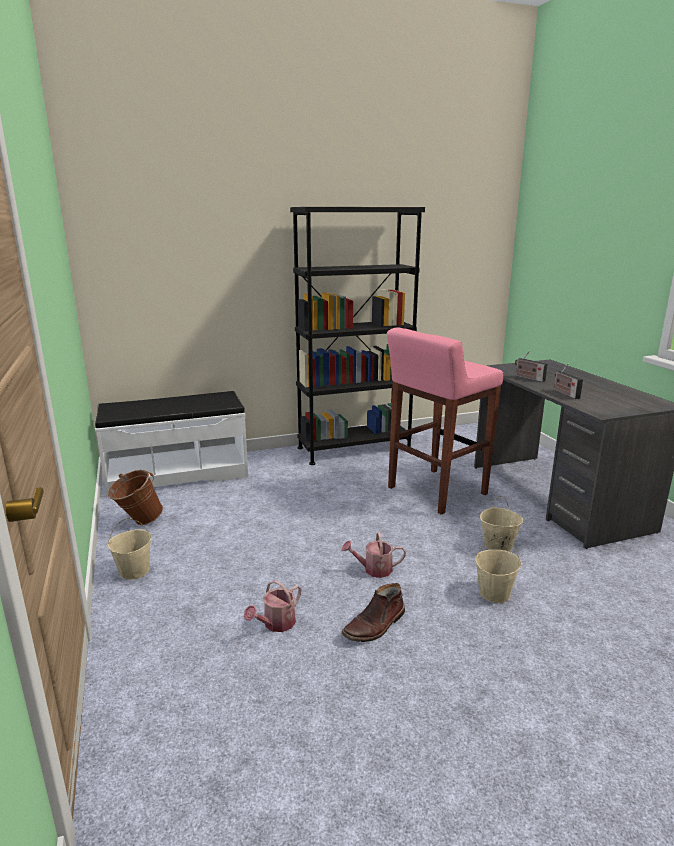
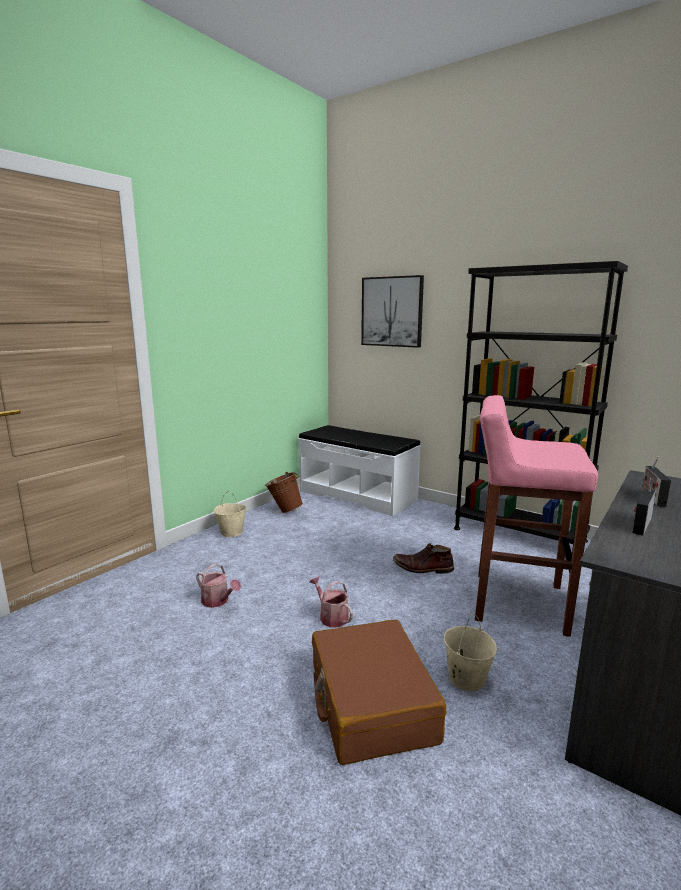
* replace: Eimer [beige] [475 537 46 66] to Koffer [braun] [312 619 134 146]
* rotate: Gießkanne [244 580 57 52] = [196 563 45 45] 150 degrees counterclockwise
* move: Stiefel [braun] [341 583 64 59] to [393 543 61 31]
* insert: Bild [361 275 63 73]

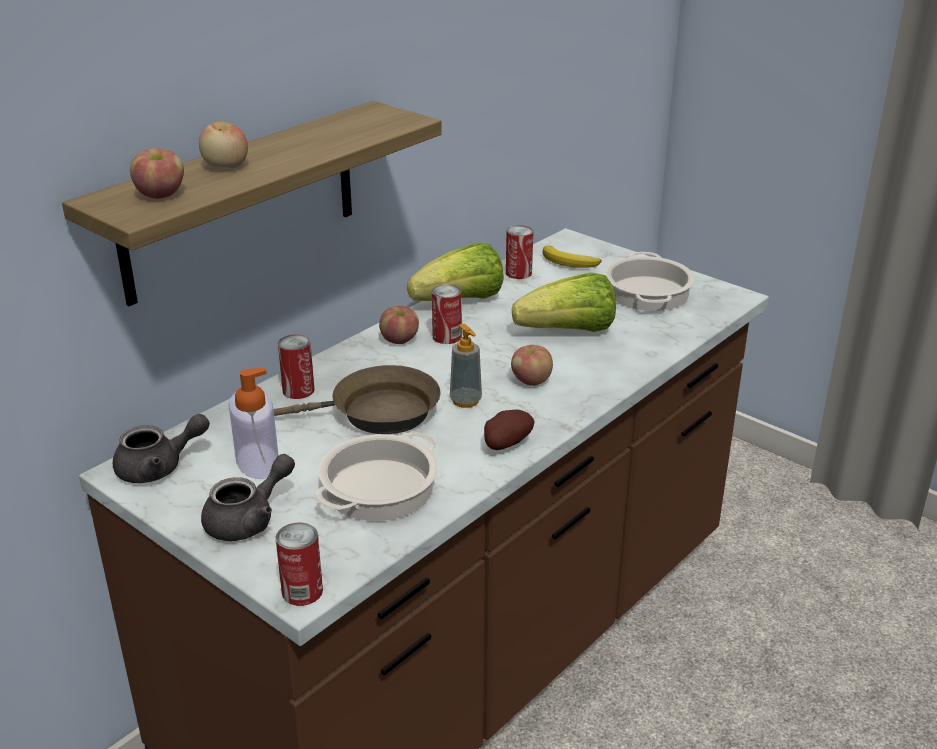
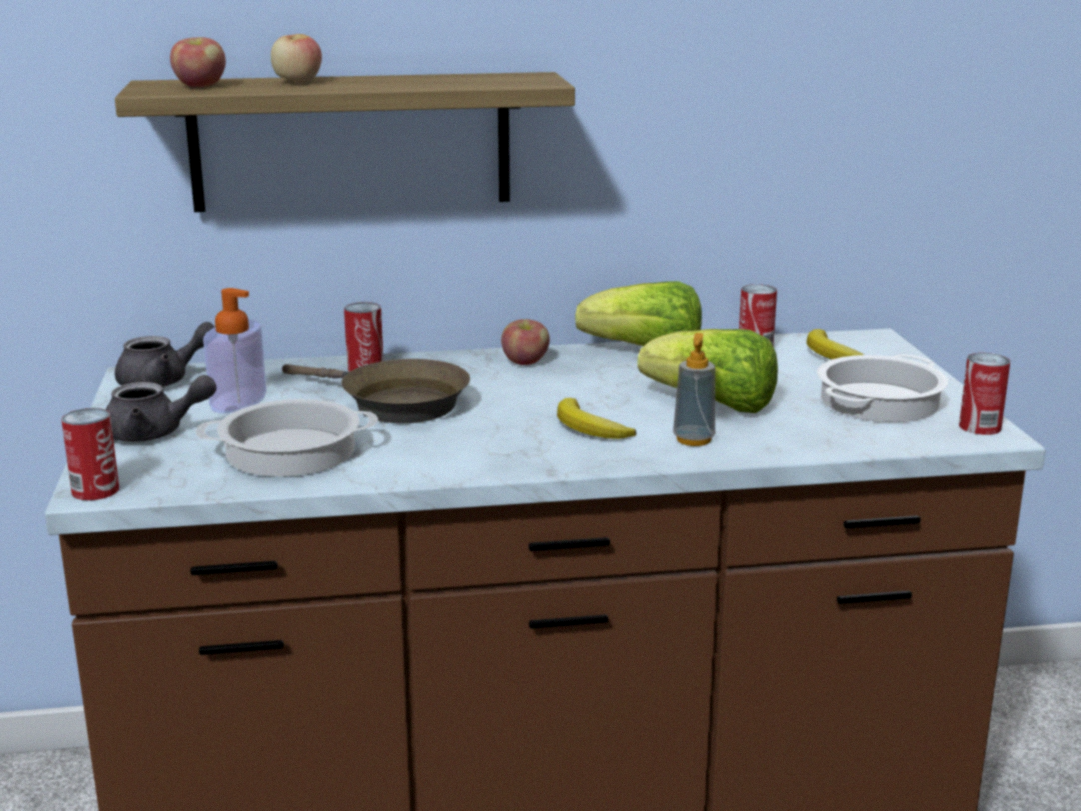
* move: Dose [432 284 30 60] to [959 353 51 82]
* move: Seifenspender [450 324 32 84] to [673 333 42 113]
* replace: Apfel [511 345 42 41] to Banane [557 398 79 41]
* delete: Kartoffel [484 410 50 40]
* rotate: Teekanne [grau] [113 414 97 69] = [115 322 100 65] 45 degrees counterclockwise

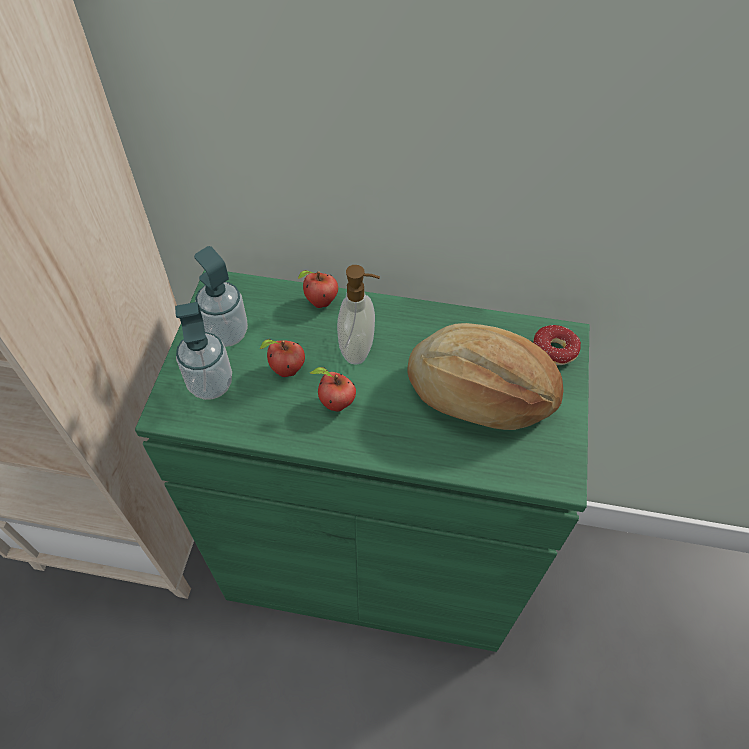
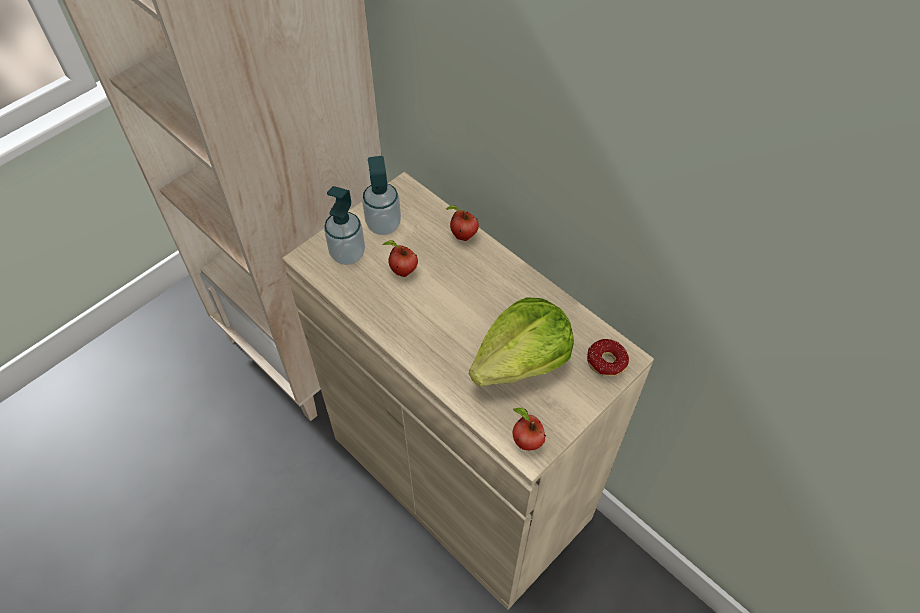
* delete: Seifenspender [337 265 43 99]
* recolor: Schrank [grün] [135 270 454 382] to Schrank [beige] [282 172 372 438]
* replace: Brot [408 323 155 107] to Salatkopf [469 297 105 90]
* move: Apfel [310 367 46 45] to [513 408 33 42]

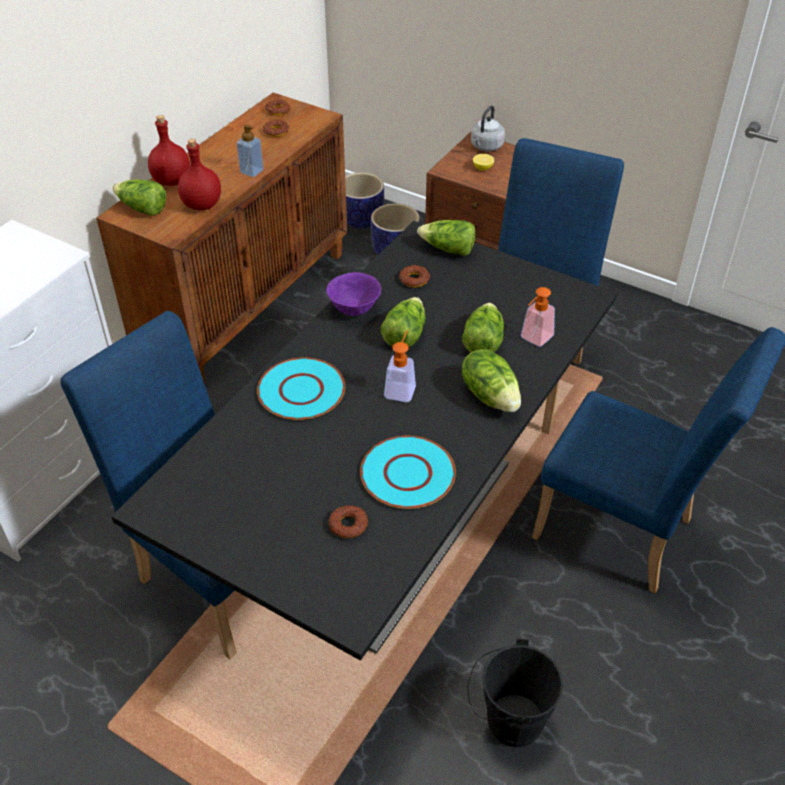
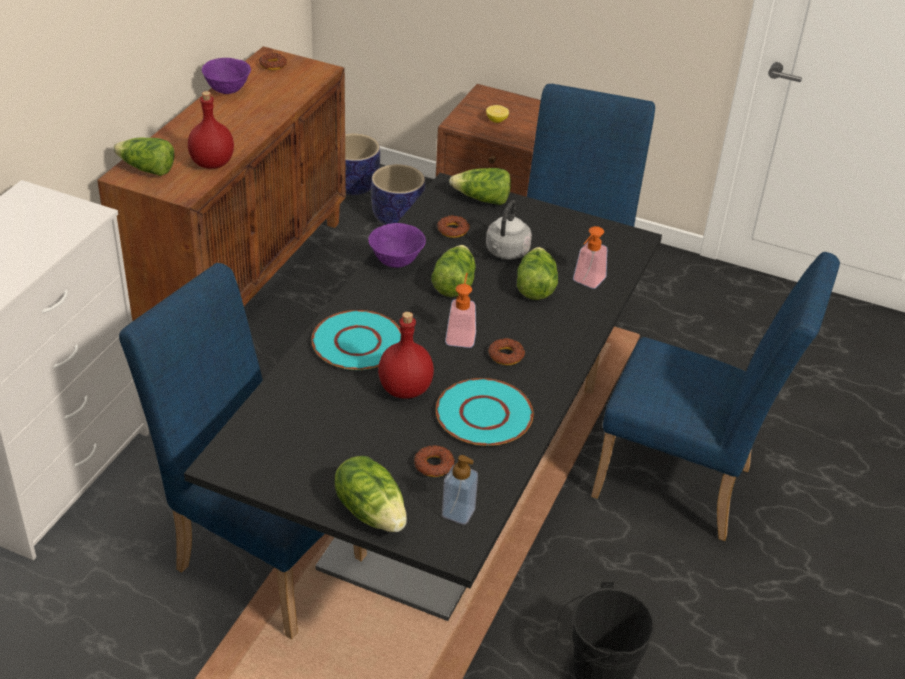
* move: Wasserkessel [grau] [471 105 34 46] to [486 200 46 60]
* move: Flasche [rot] [148 115 42 71] to [378 312 56 87]
* move: Donut [263 120 26 17] to [488 338 37 27]
* move: Seifenspender [236 124 28 53] to [442 455 36 70]
* move: Salatkopf [462 349 59 63] to [335 456 72 76]
* insert: Schüssel [lila] [202 58 49 36]

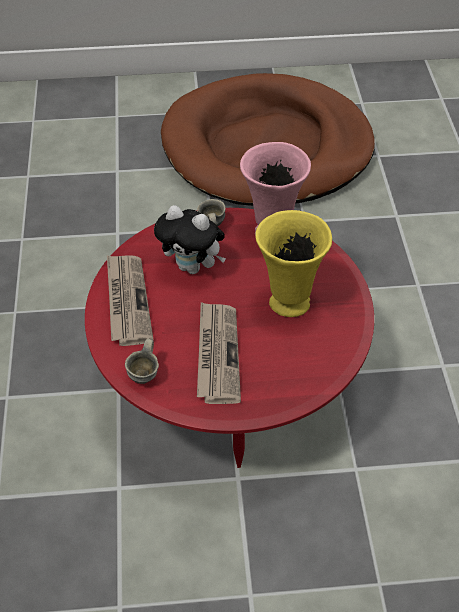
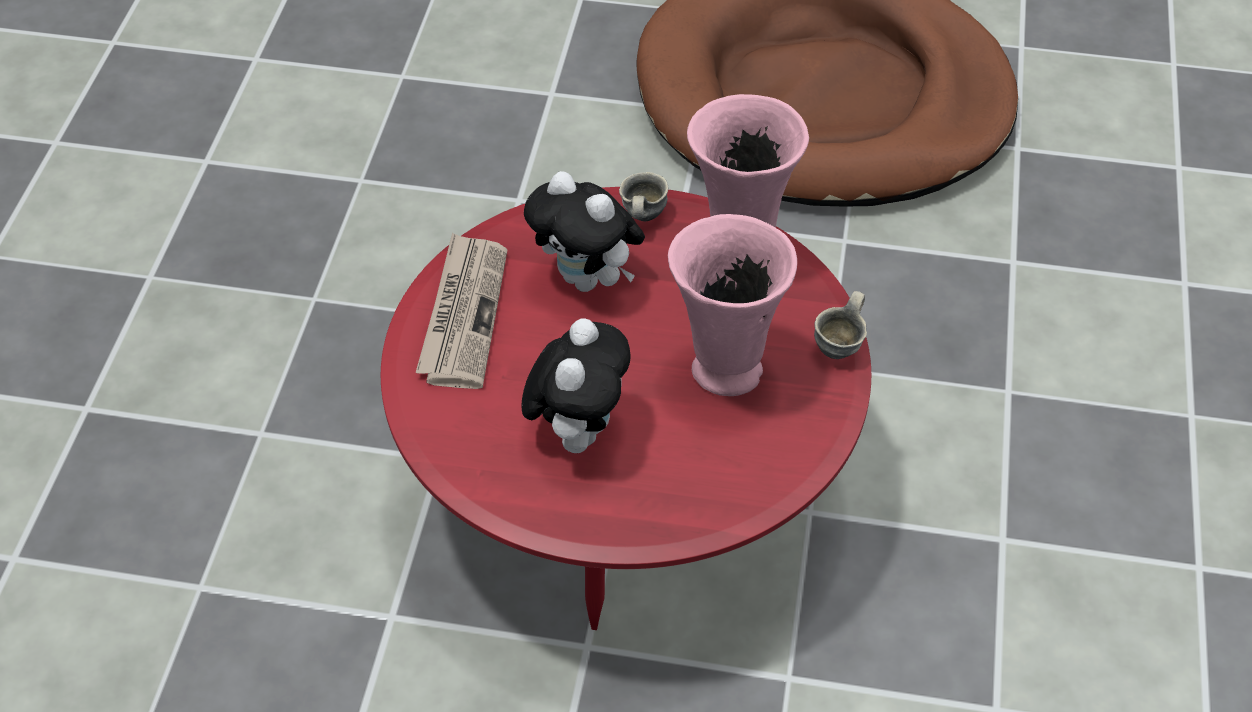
* recolor: Vase [gelb] [255 210 77 107] to Vase [rosa] [668 214 129 182]
* replace: Zeitung [197 302 44 102] to Plüschtier [522 318 108 135]
* move: Henkelbecher [grau] [125 339 34 45] to [814 291 53 68]

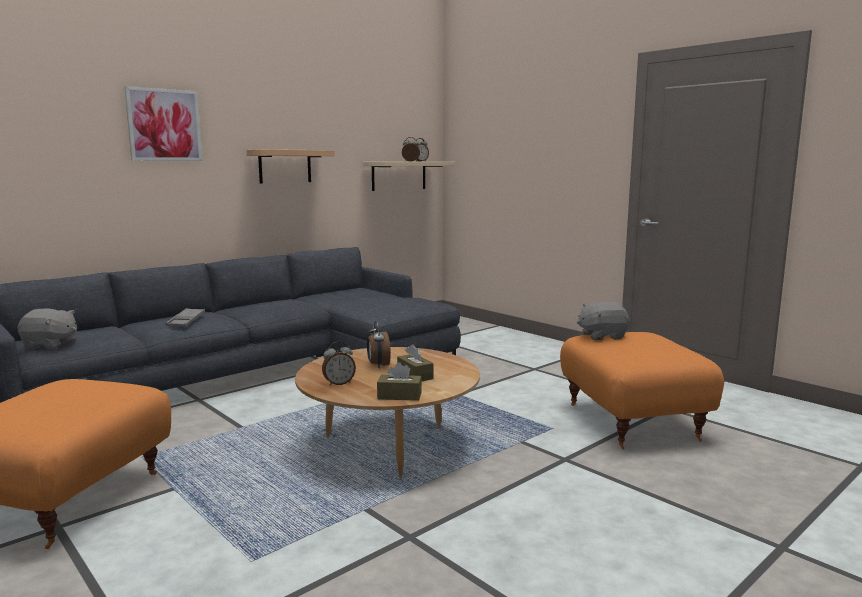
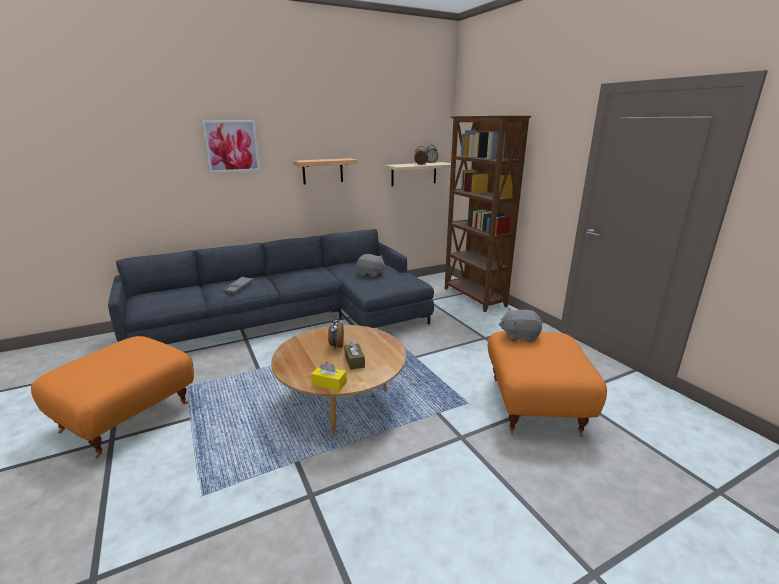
* move: Plüschtier [grau] [17 309 60 40] to [357 254 29 23]
* delete: Wecker [322 342 34 44]
* recolor: Taschentuchbox [braun] [377 362 45 39] to Taschentuchbox [gelb] [311 362 36 29]
* insert: Bücherregal [braun] [445 116 87 196]

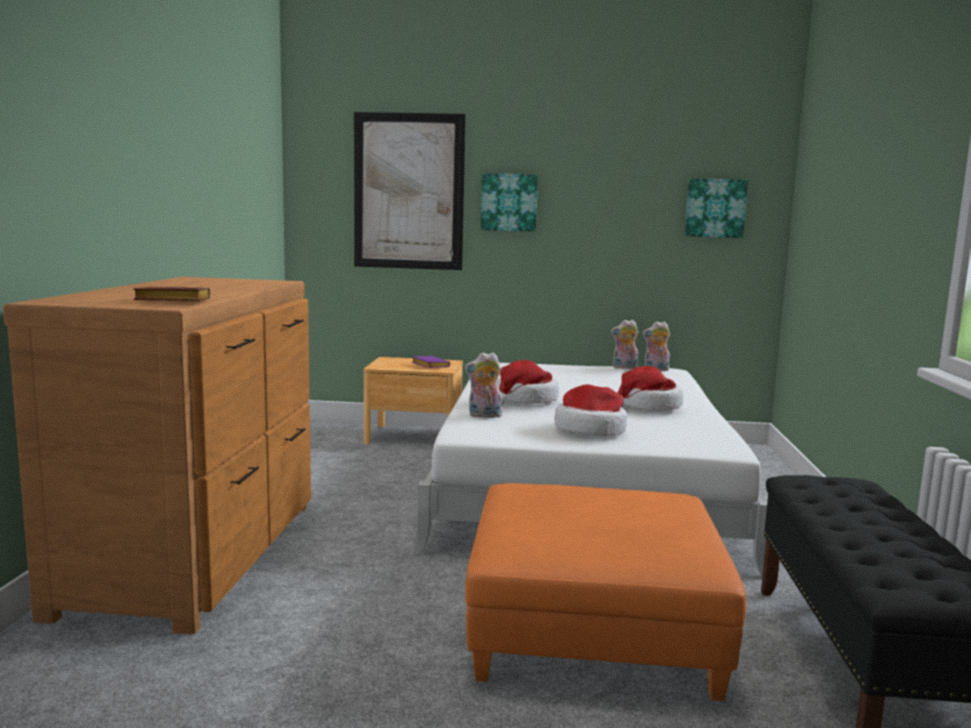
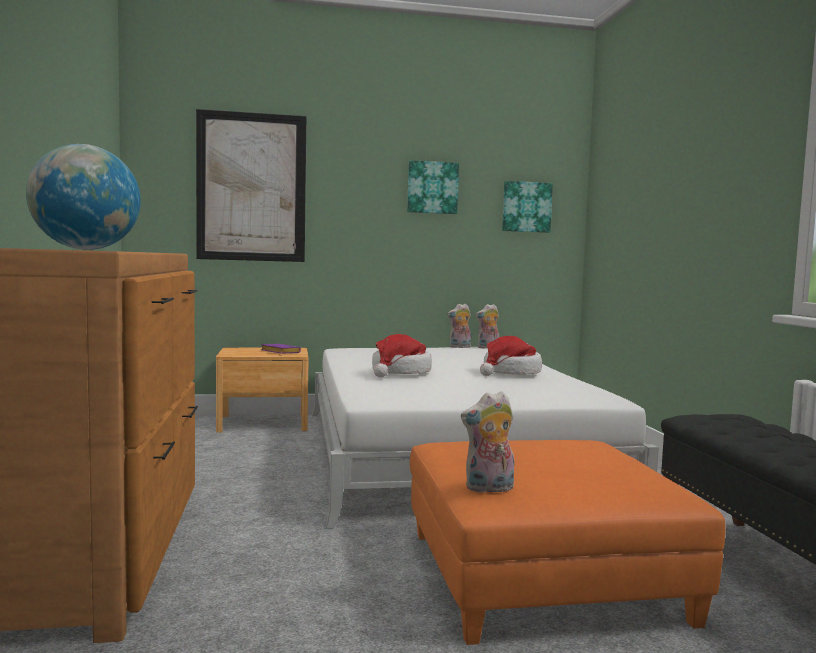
* move: Bild [481 173 57 59] to [407 160 52 54]
* replace: Buch [braun] [133 287 77 14] to Globus [26 144 115 106]
* move: Plüschtier [464 352 39 66] to [461 391 53 102]
* delete: Hut [555 384 72 52]

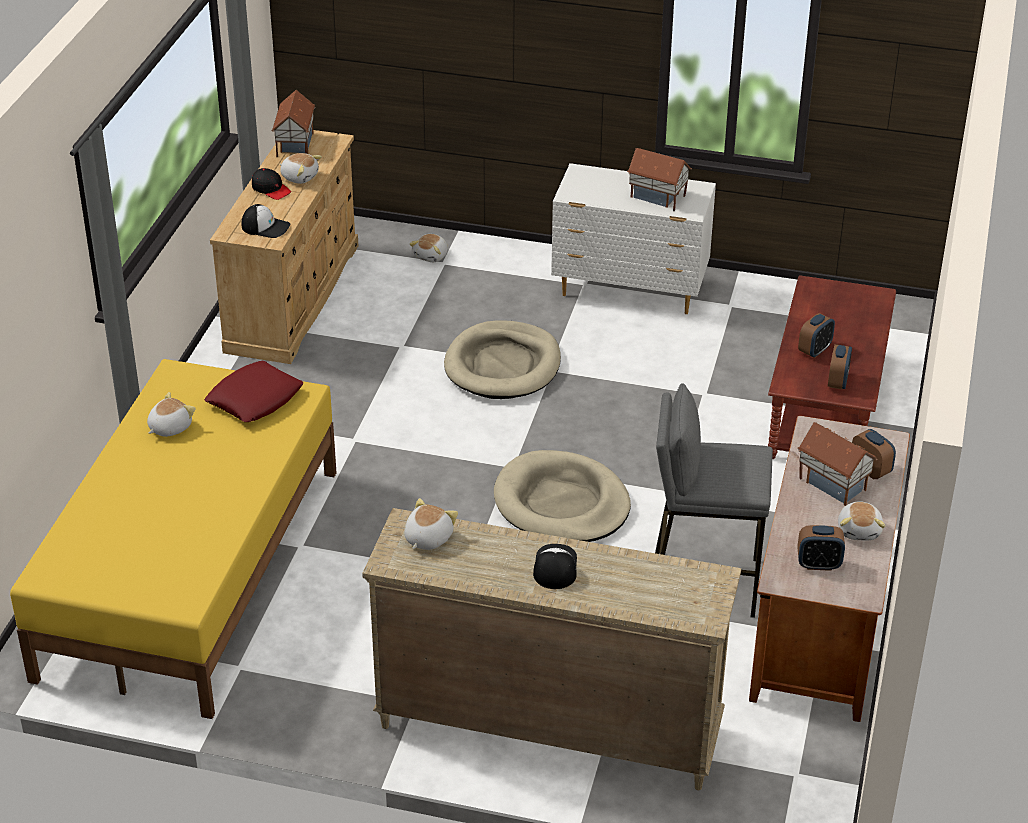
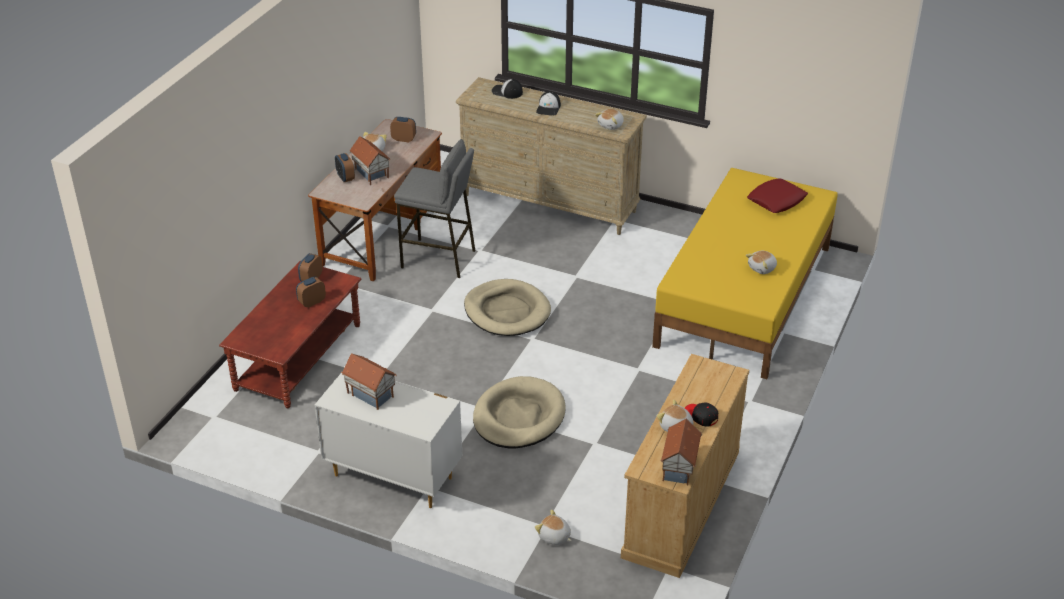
* move: Kappe [242 204 48 34] to [492 79 31 20]
* rotate: Plüschtier [409 234 39 28] = [535 509 36 36] 90 degrees counterclockwise
* move: Kissen [rot] [204 361 99 61] to [747 179 61 34]

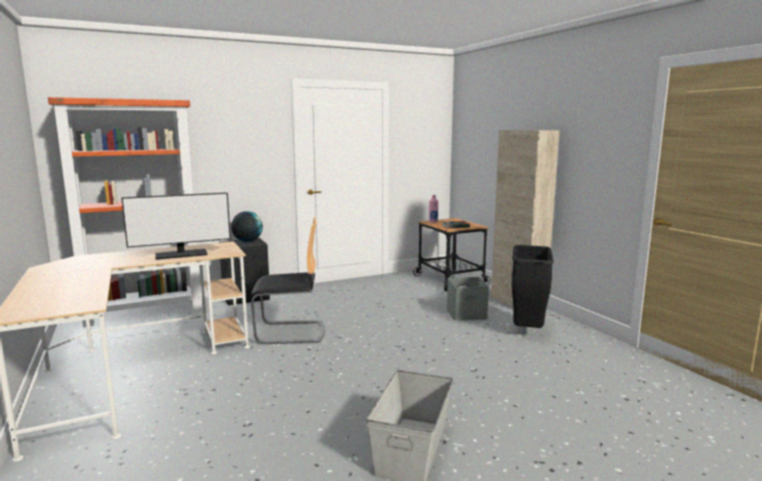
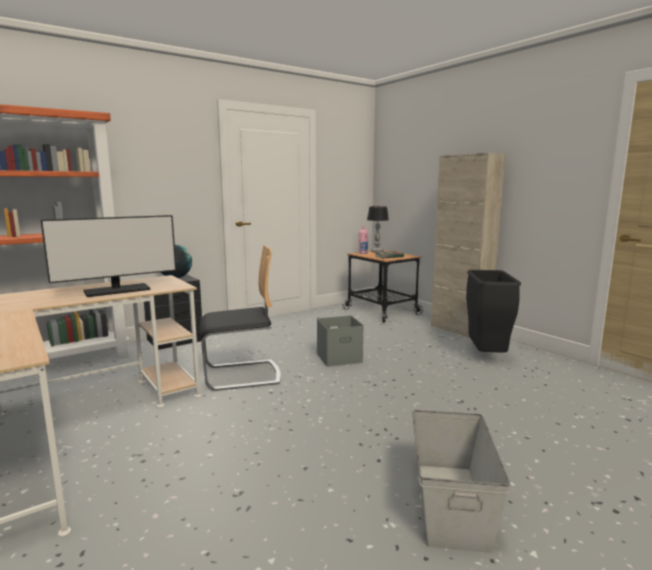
* move: Aufbewahrungsbox [grau] [447 277 42 44] to [317 316 47 51]
* insert: Tischlampe [367 206 22 46]

